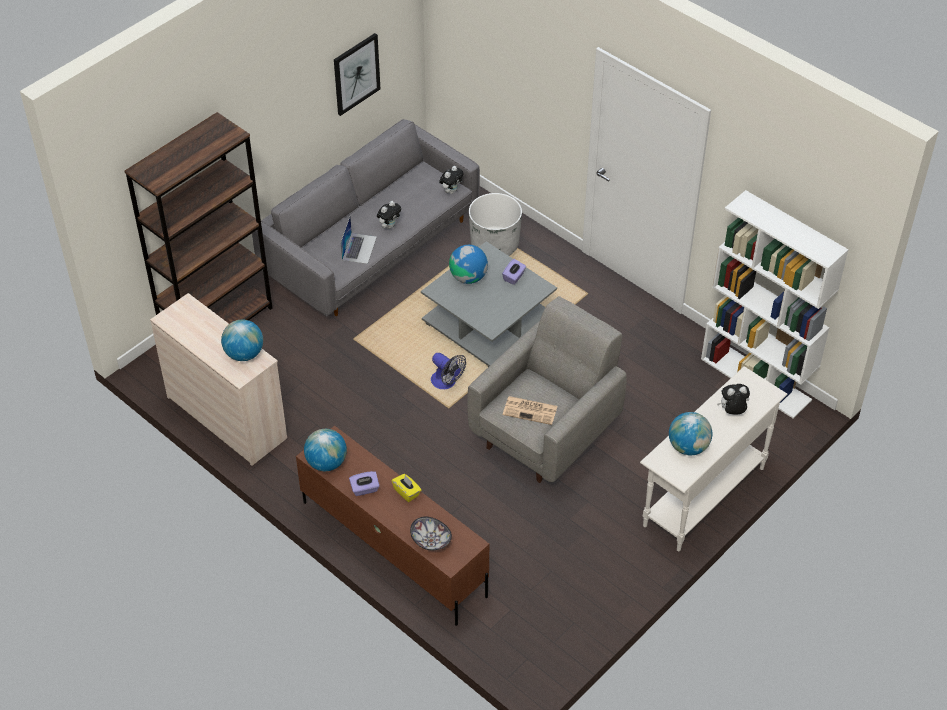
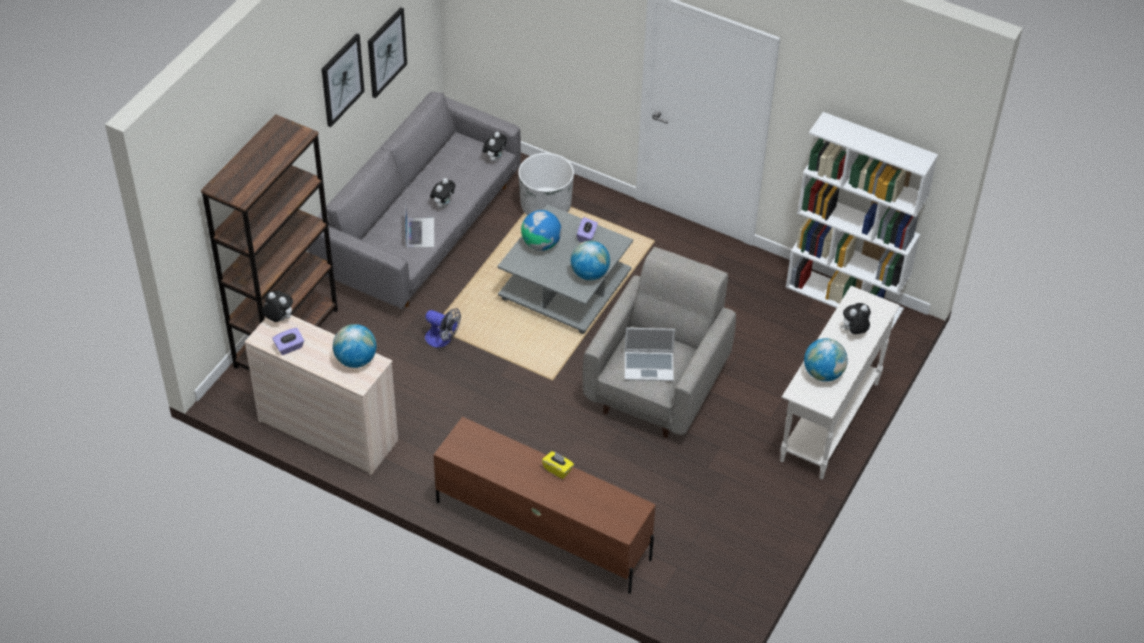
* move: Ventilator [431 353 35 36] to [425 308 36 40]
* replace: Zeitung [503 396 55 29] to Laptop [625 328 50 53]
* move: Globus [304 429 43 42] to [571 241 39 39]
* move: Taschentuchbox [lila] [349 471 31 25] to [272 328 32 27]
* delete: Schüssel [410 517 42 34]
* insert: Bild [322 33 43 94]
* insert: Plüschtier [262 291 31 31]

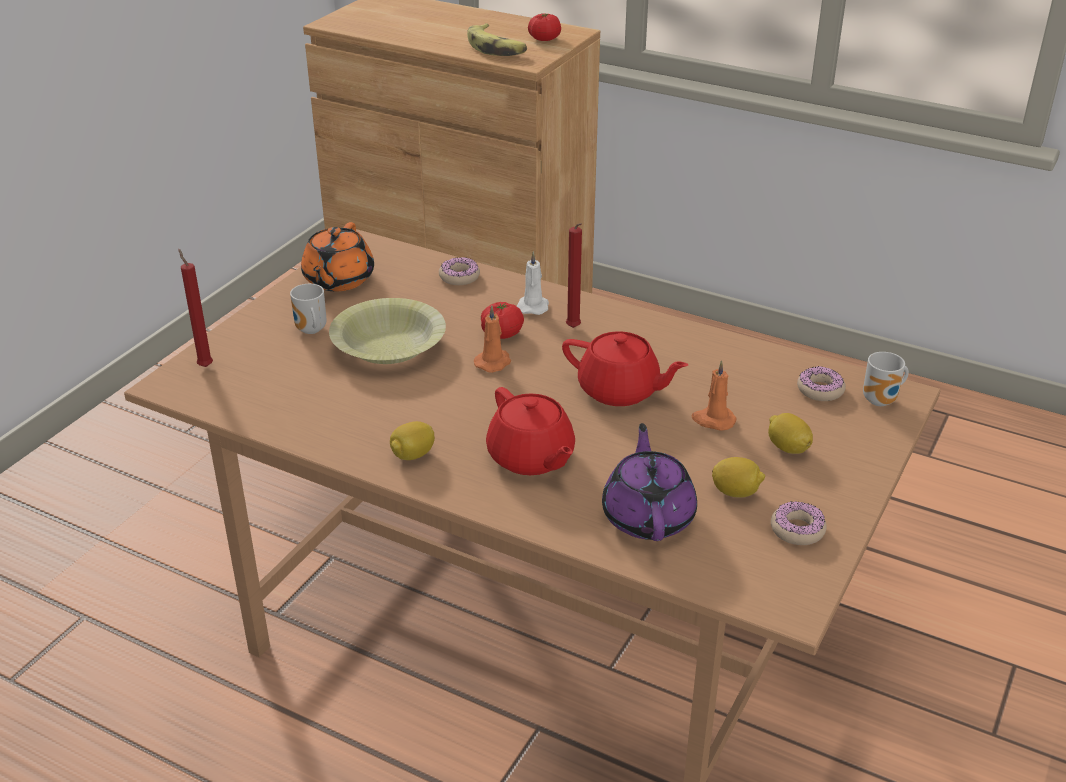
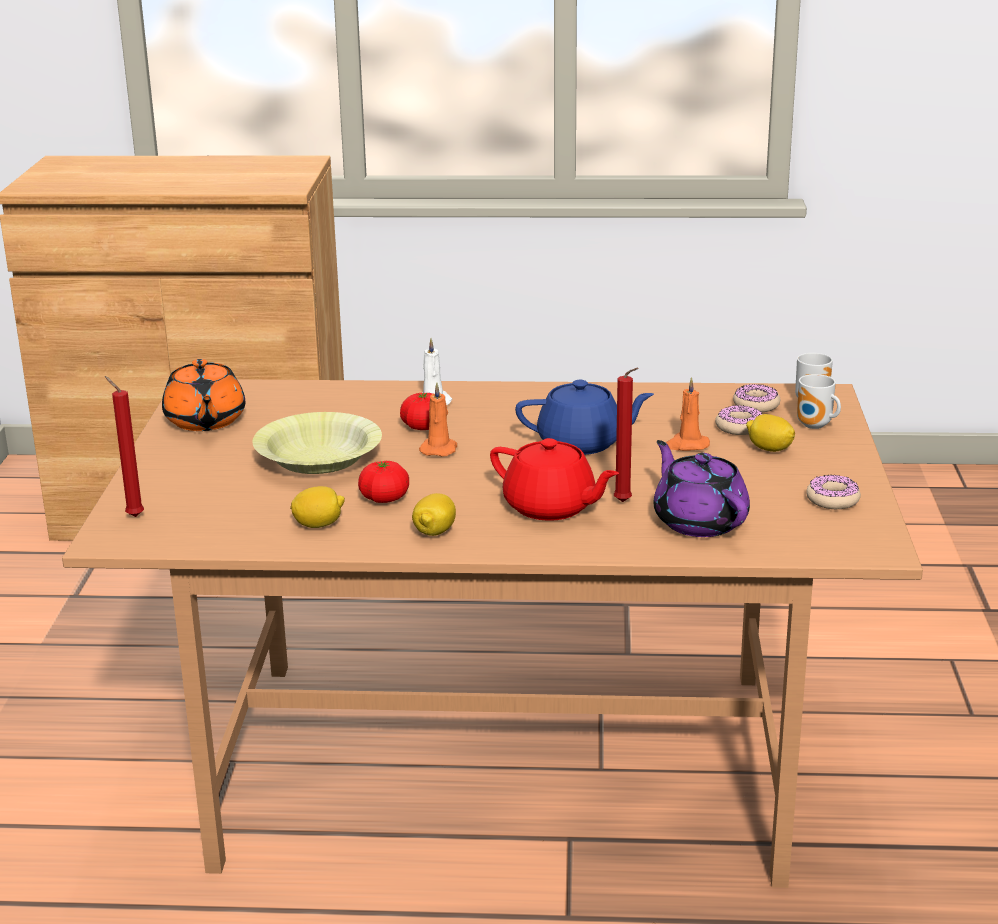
* move: Tomate [528 13 33 28] to [358 461 51 42]
* delete: Banane [467 23 60 33]
* move: Kerze [rot] [566 223 16 105] to [614 368 25 134]
* move: Donut [439 257 41 28] to [715 405 47 30]
* move: Henkelbecher [290 284 37 50] to [797 374 44 55]
* recolor: Teekanne [rot] [562 331 126 75] to Teekanne [blau] [515 380 139 75]
* move: Zitrone [712 457 53 40] to [290 486 55 42]

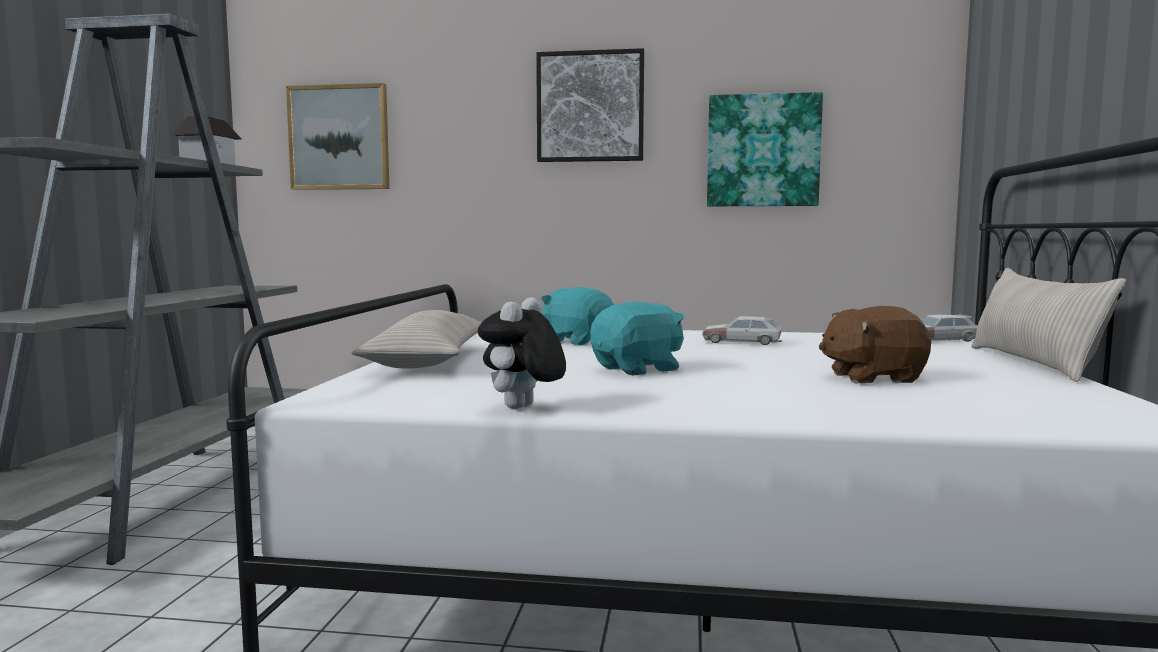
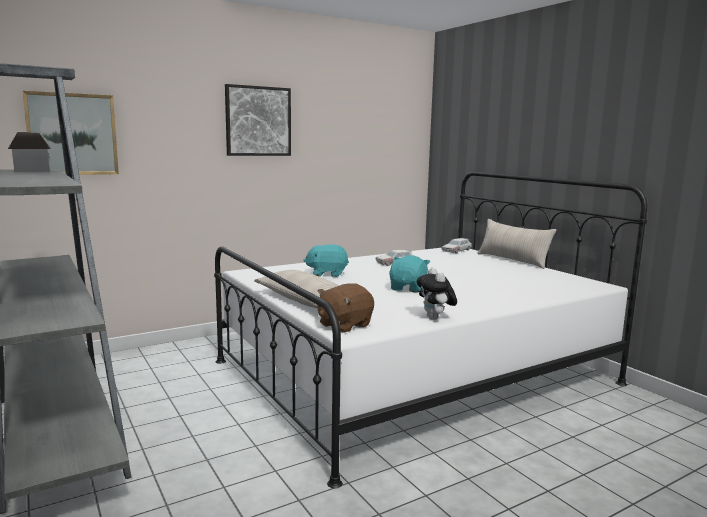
* delete: Bild [707 92 116 114]
* move: Plüschtier [braun] [819 306 112 77] to [318 283 56 50]

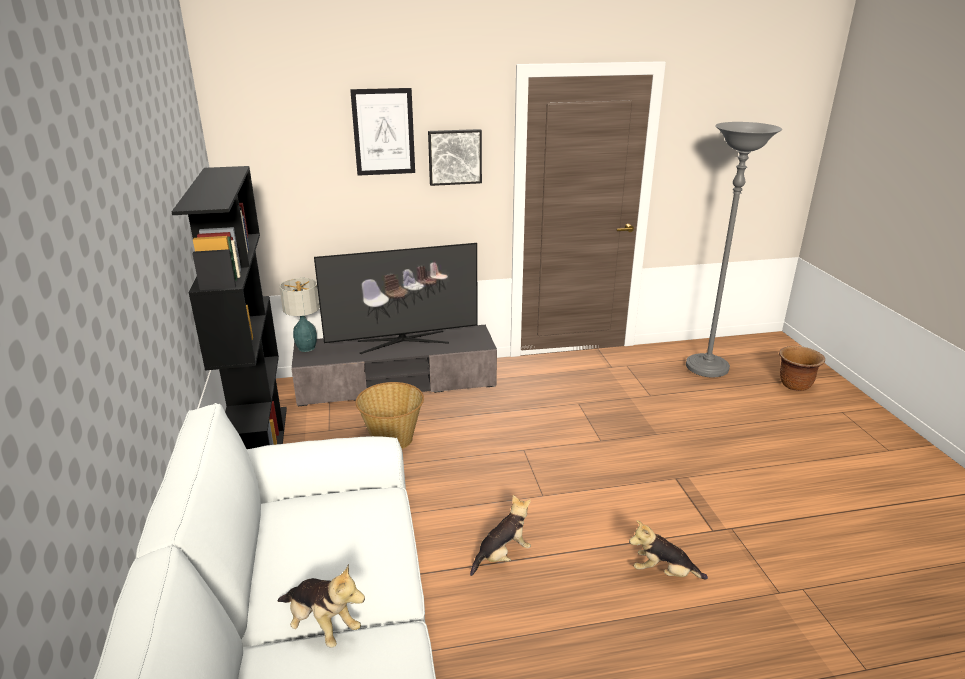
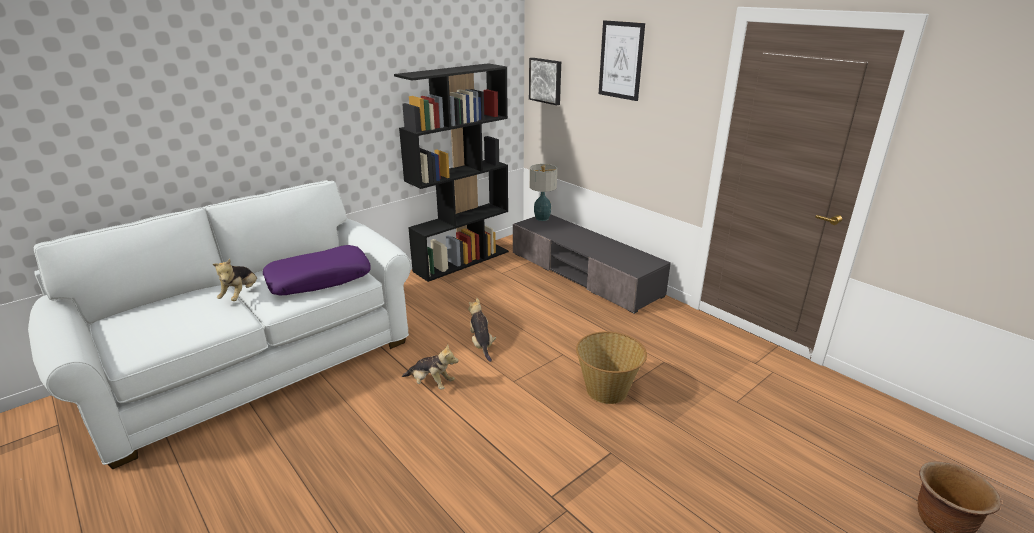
* delete: Stehlampe [grau] [686 122 96 256]
* move: Bild [428 129 54 57] to [529 58 32 47]
* delete: Fernseher [314 243 164 111]
* move: Korb [356 382 68 67] to [576 331 71 73]
* move: Plüschtier [629 520 79 59] to [468 298 28 64]
* insert: Kissen [lila] [263 245 108 50]

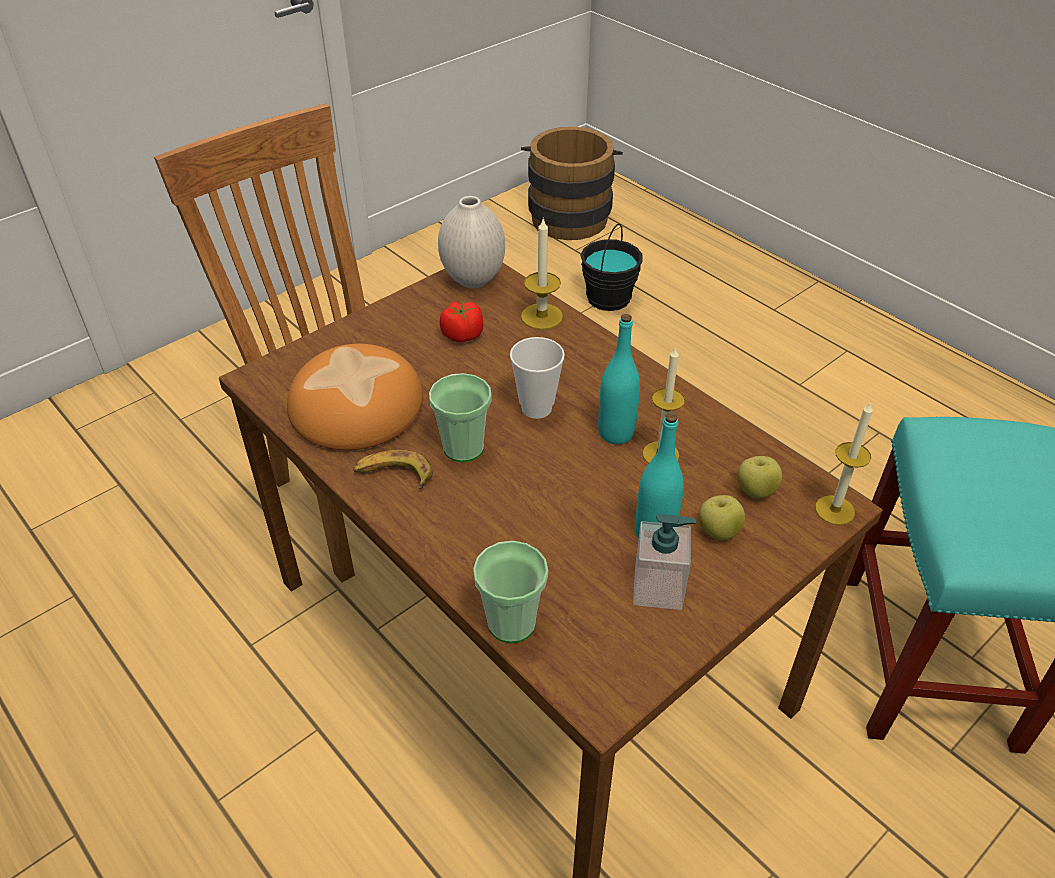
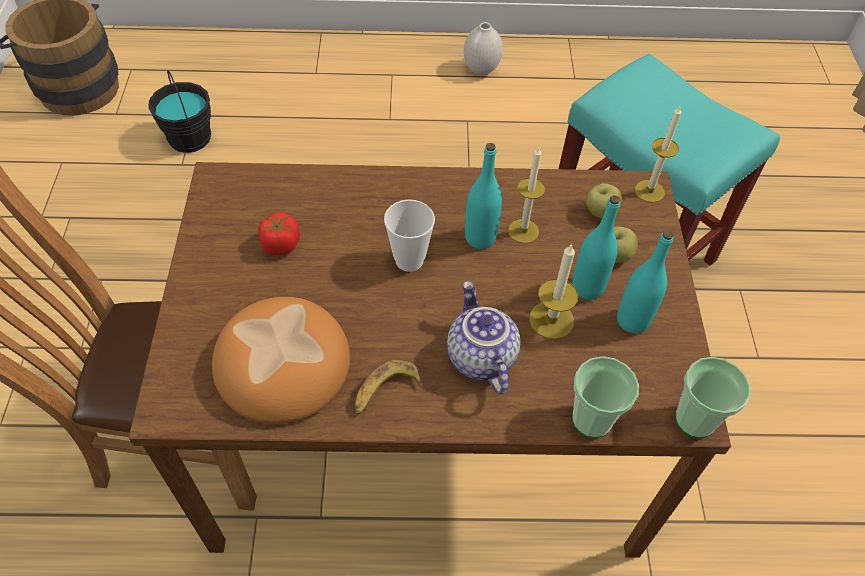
* move: Vase [weiß] [438 196 67 92] to [463 22 40 54]
* move: Kerze [521 217 42 113] to [529 244 49 95]
* move: Tasse [429 373 63 89] to [676 357 75 81]
* replace: Seifenspender [633 514 63 96] to Flasche [türkis] [617 230 56 103]
* insert: Teekanne [447 281 74 114]

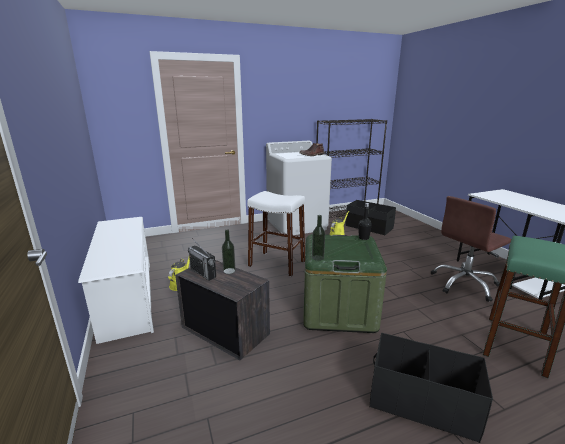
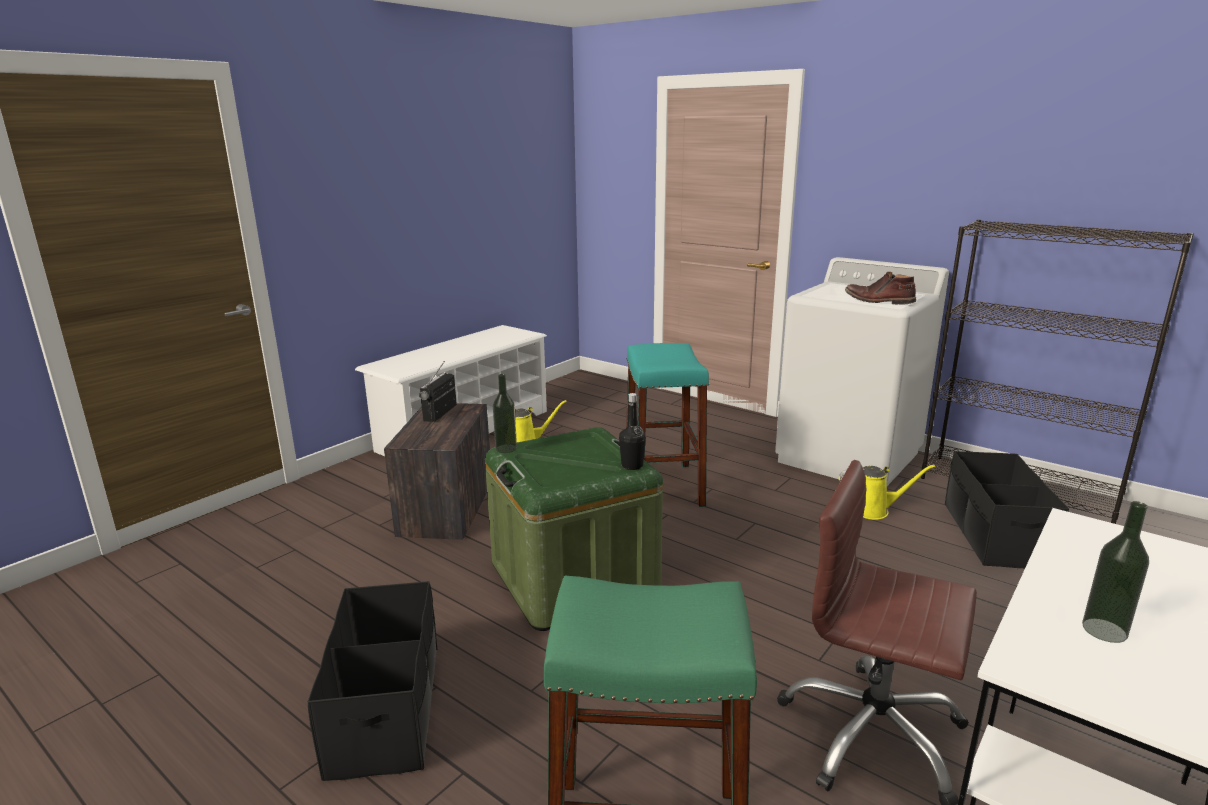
* recolor: Hocker [weiß] [247 191 58 86] to Hocker [türkis] [626 343 83 164]
* move: Flasche [222 230 14 44] to [1082 501 67 142]

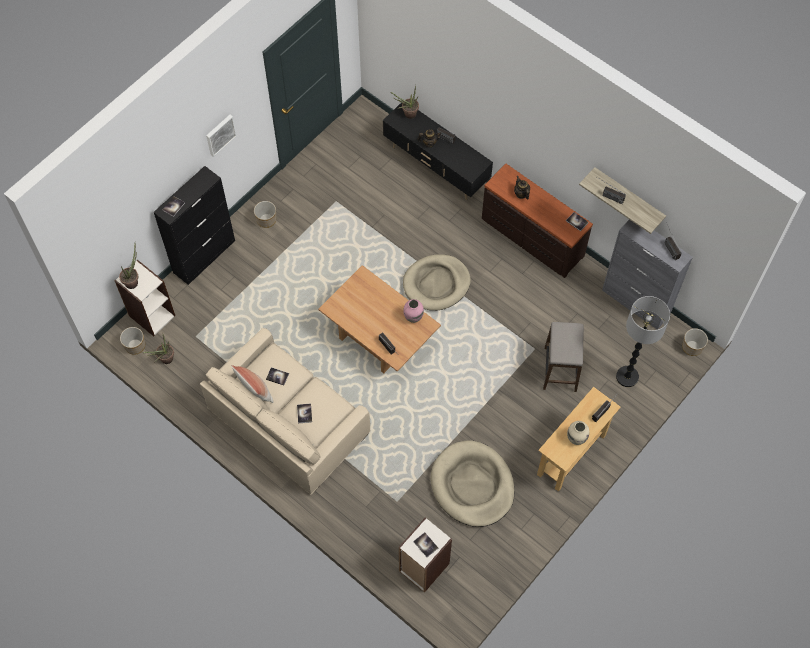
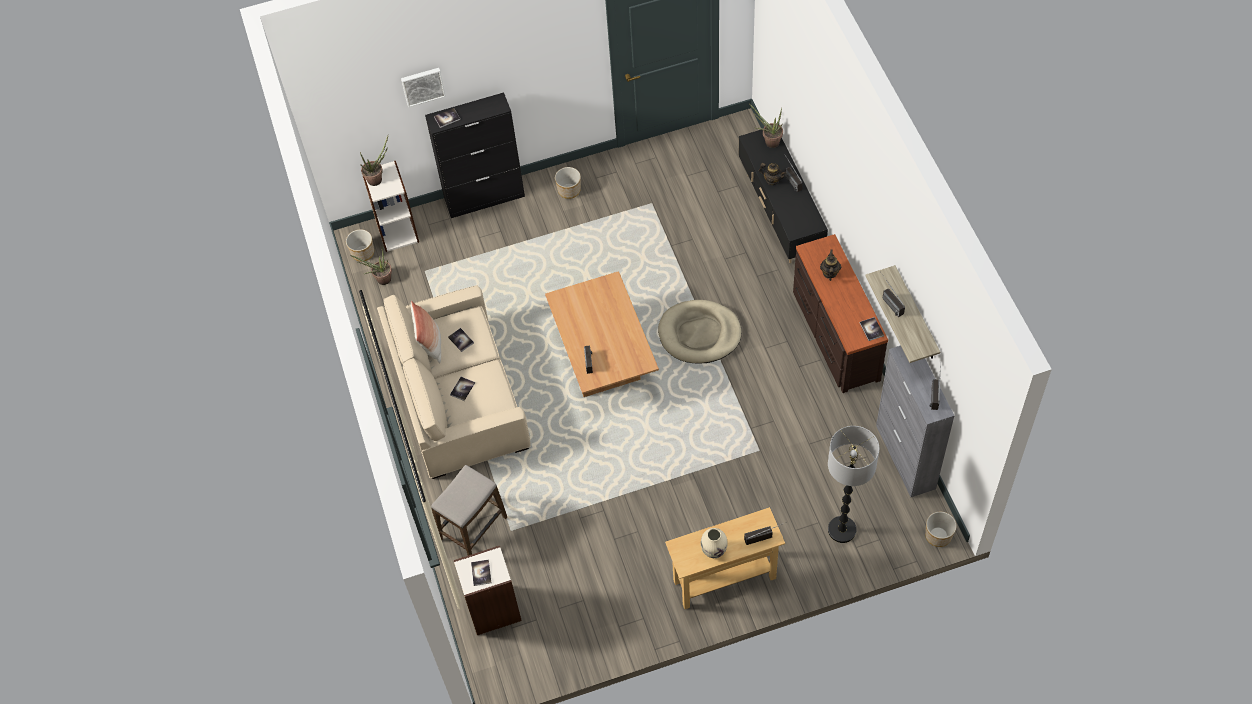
* move: Bild [206 115 31 42] to [401 68 45 40]
* delete: Vase [rosa] [403 299 21 24]
* move: Hocker [543 322 41 70] to [431 465 76 91]
* delete: Hundebett [beige] [431 440 84 87]

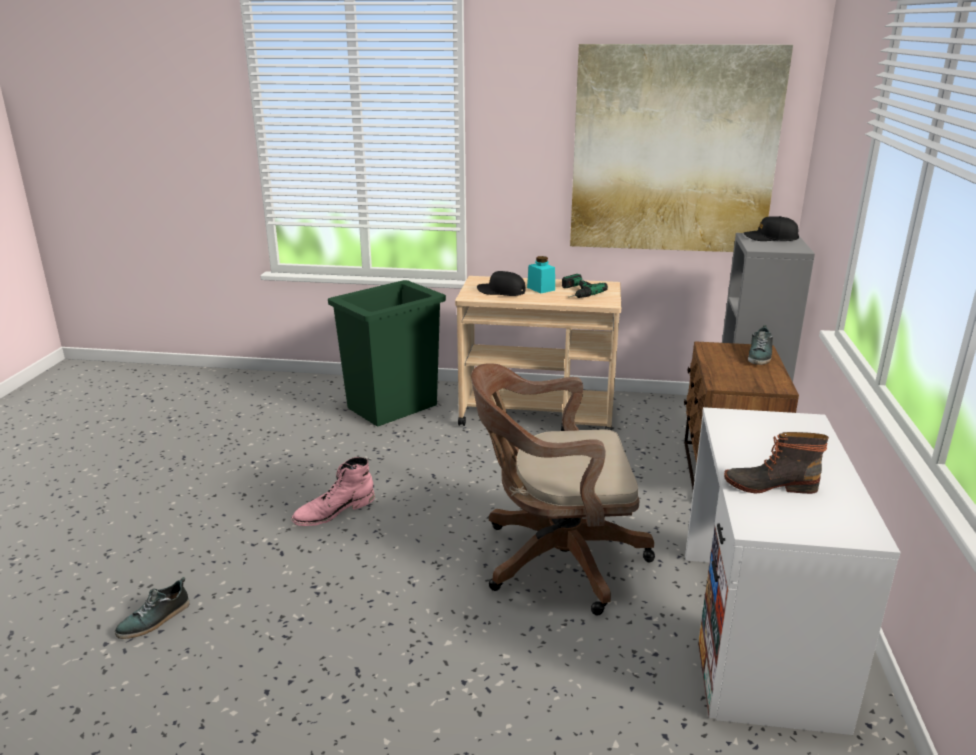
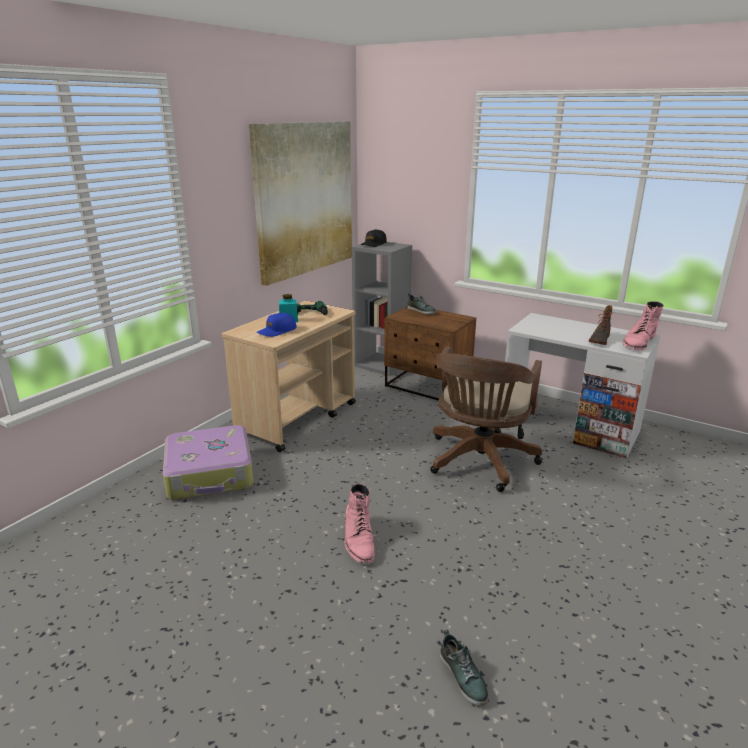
* recolor: Kappe [schwarz] [477 271 49 25] to Kappe [blau] [257 313 39 24]
* replace: Mülleimer [grün] [328 280 118 147] to Koffer [163 425 91 75]
* insert: Stiefel [rosa] [622 301 42 49]

